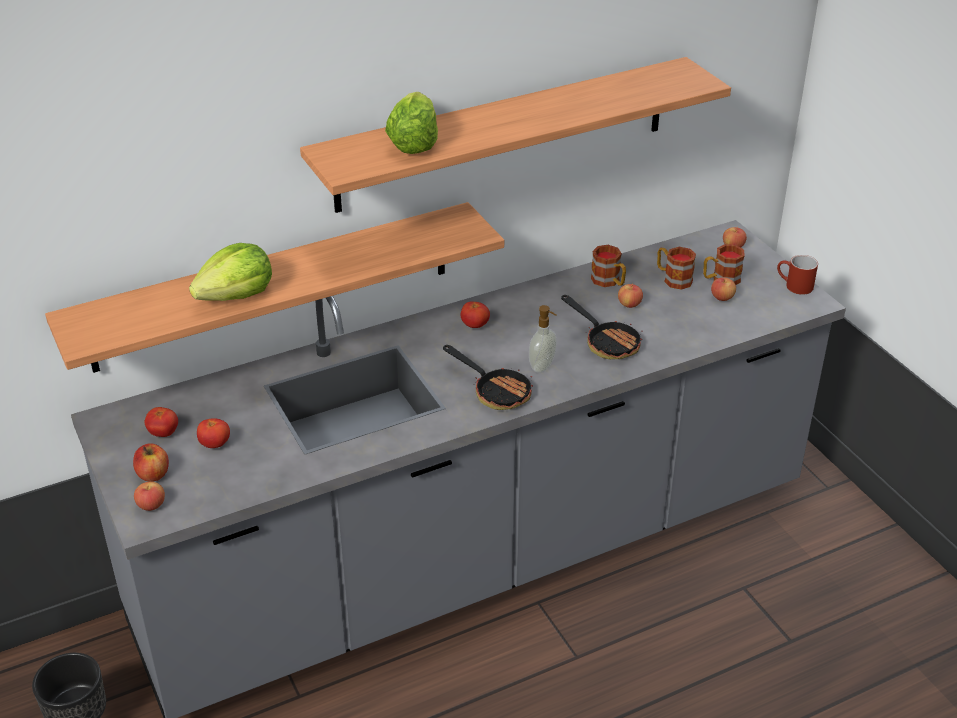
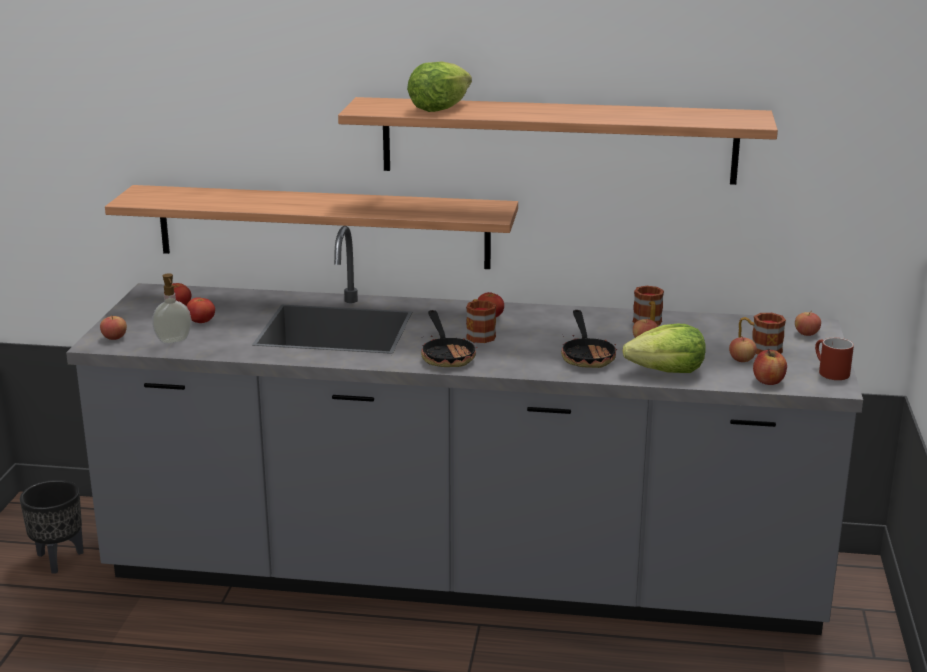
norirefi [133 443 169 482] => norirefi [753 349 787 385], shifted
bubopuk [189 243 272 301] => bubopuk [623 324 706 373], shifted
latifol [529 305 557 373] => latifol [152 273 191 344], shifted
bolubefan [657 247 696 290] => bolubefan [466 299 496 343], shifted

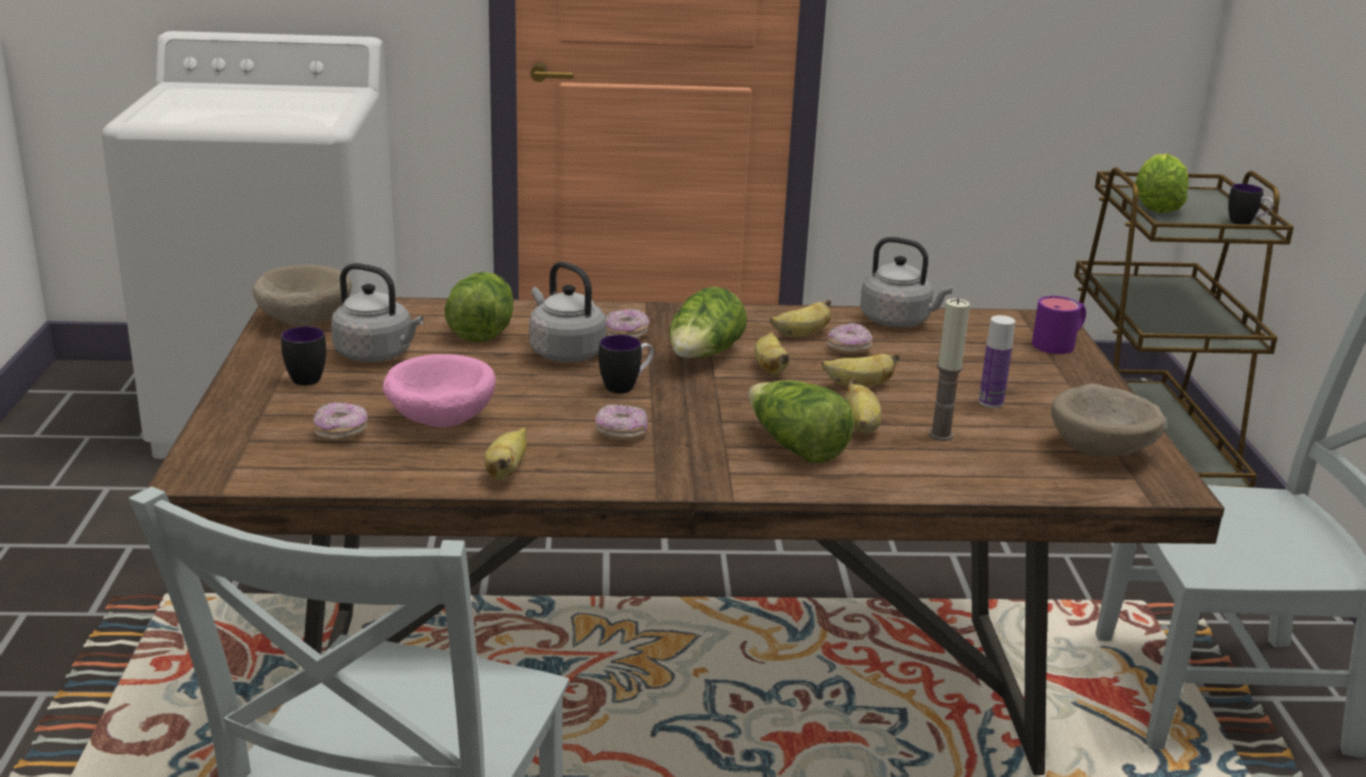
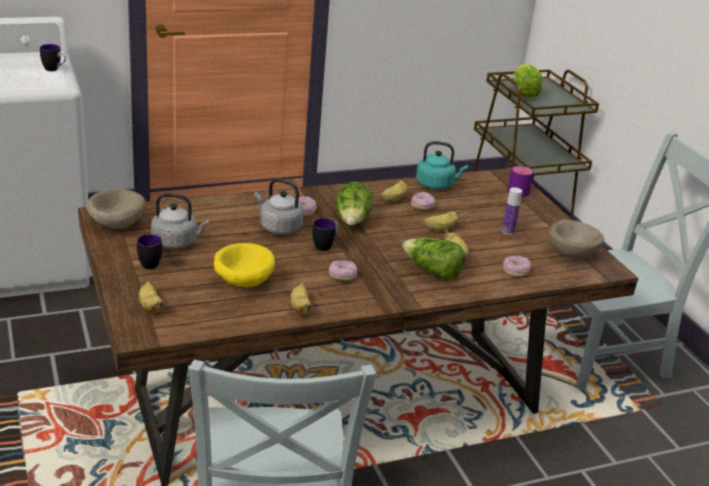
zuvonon [313 402 368 441] => zuvonon [503 256 531 277], shifted
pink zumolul [383 354 496 427] => yellow zumolul [214 243 275 287]
bubopuk [444 272 514 342] => nothing
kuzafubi [755 332 790 375] => kuzafubi [139 281 164 313], shifted
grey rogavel [860 237 953 327] => turquoise rogavel [416 141 468 190]
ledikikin [929 298 970 441] => nothing
bolubefan [1228 184 1274 225] => bolubefan [40 44 66 71], shifted

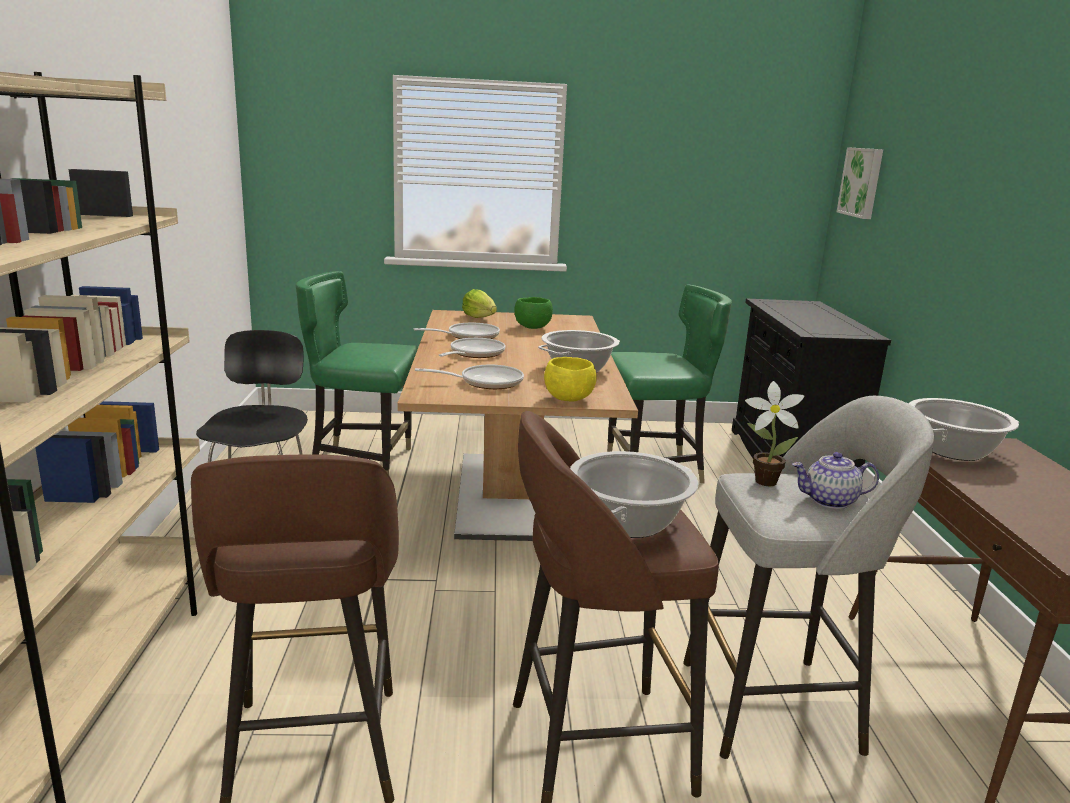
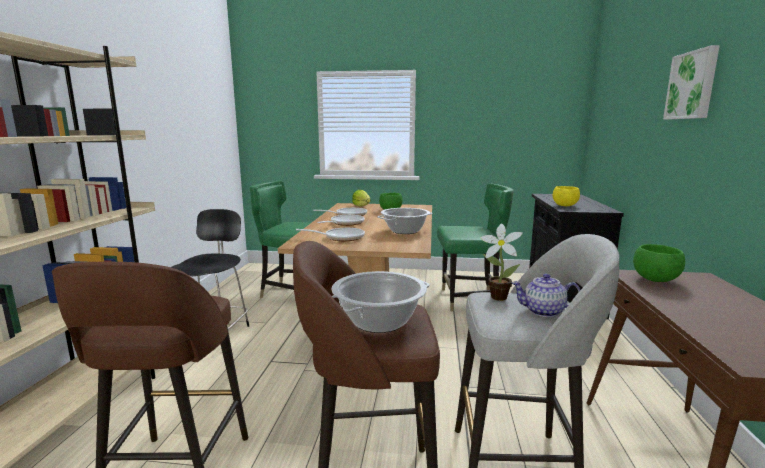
yellow zumolul [544 357 597 402] => yellow zumolul [553 186 580 206], shifted
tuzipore [837 147 883 219] => tuzipore [663 45 720 119], shifted
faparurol [909 398 1019 461] => green zumolul [633 244 685 282]

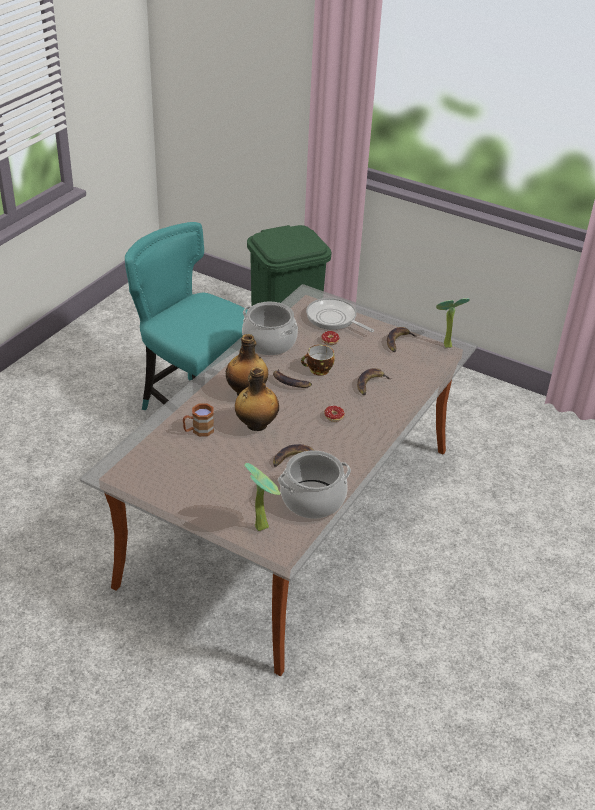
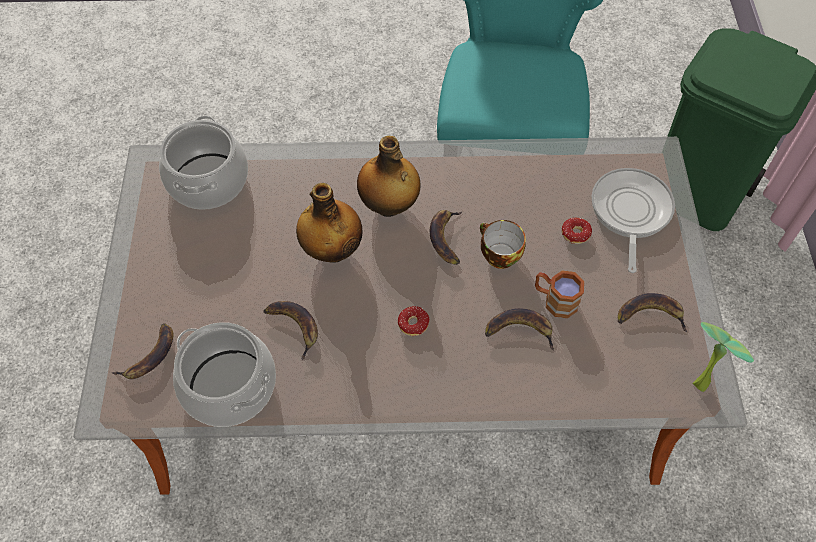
brown bolubefan [183 403 214 436] => brown bolubefan [535 271 584 318], shifted
faparurol [242 302 298 355] => faparurol [159 116 248 210], shifted
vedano [244 463 280 531] => kuzafubi [112 323 174 379]

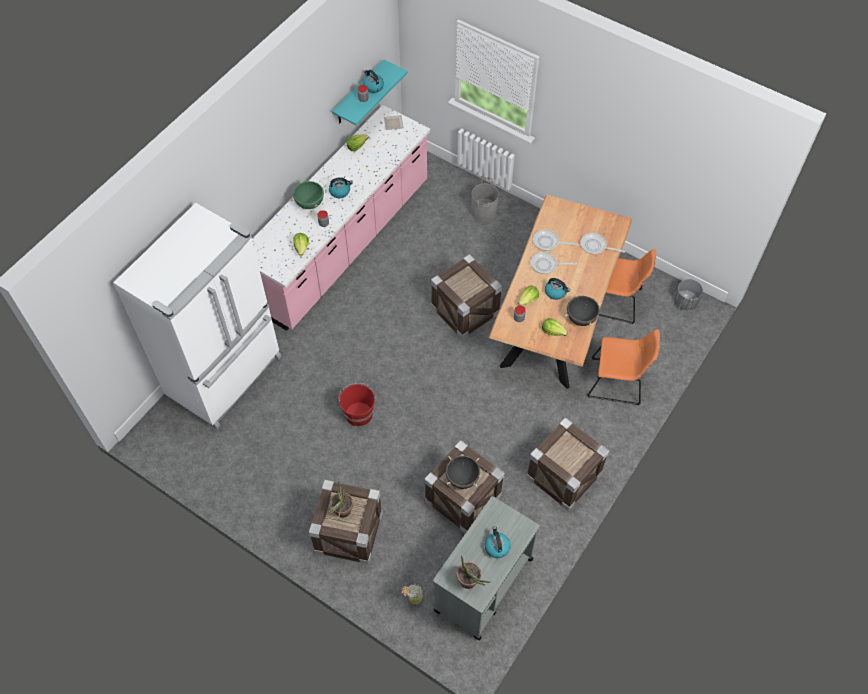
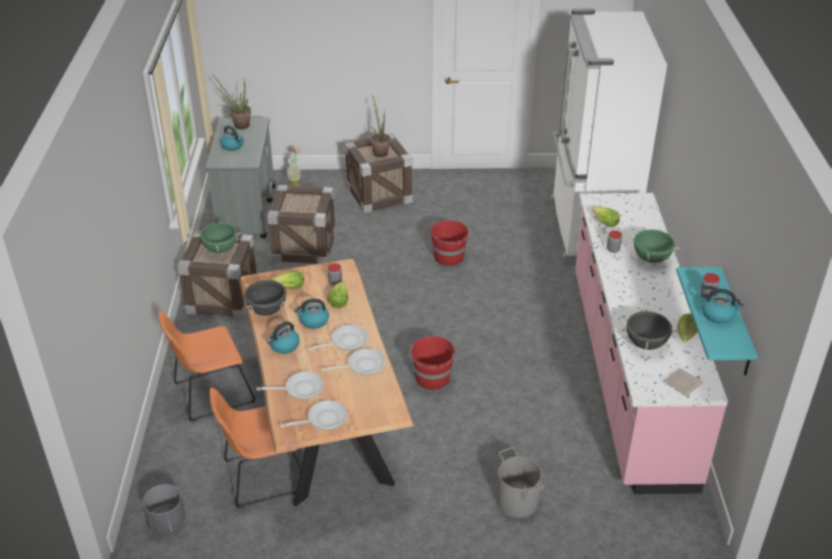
rogavel [329 177 353 198] => rogavel [267 321 300 354], shifted
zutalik [431 254 502 340] => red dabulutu [410 336 455 390]
black faparurol [446 455 480 489] => black faparurol [621 309 678 350], shifted
nothing => green faparurol [195 221 241 253]
nothing => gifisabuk [280 400 348 430]

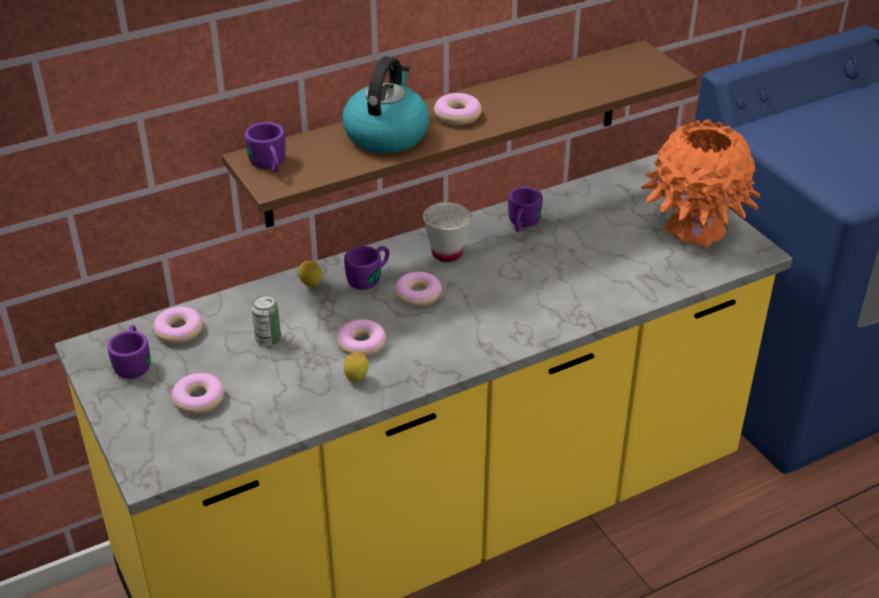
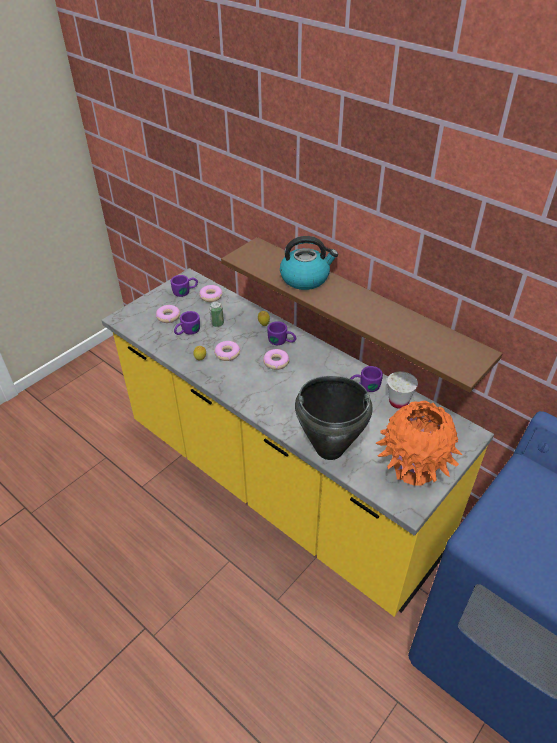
purple bolubefan [245 122 286 173] => purple bolubefan [174 311 200 335], shifted
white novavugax [423 202 471 262] => white novavugax [387 371 418 409], shifted
zuvonon [434 93 482 125] => nothing
nothing => black faparurol [295 376 372 460]

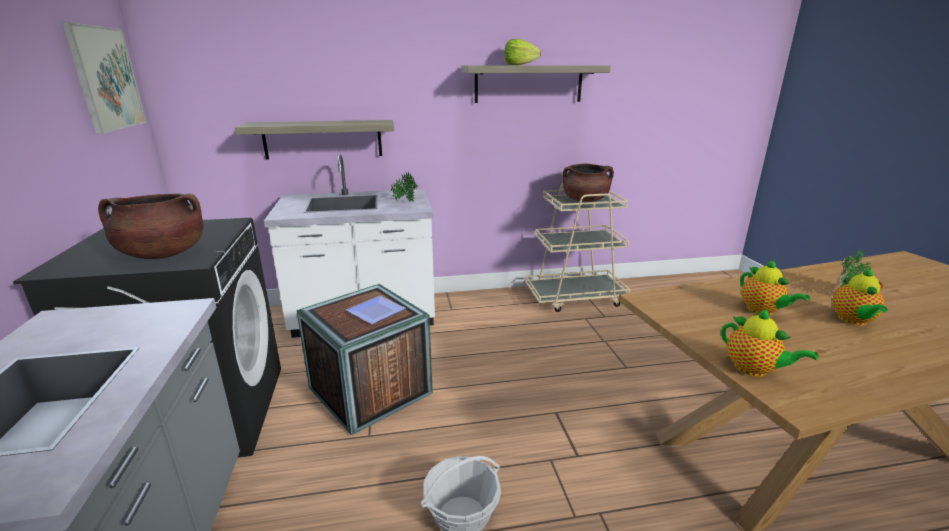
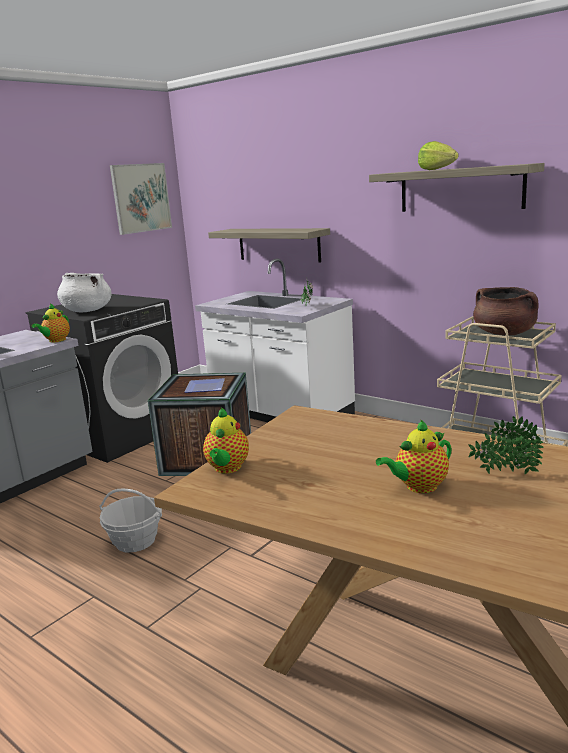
brown faparurol [98 193 204 259] => white faparurol [57 273 111 313]
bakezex [740 259 810 315] => bakezex [32 303 70 342], shifted

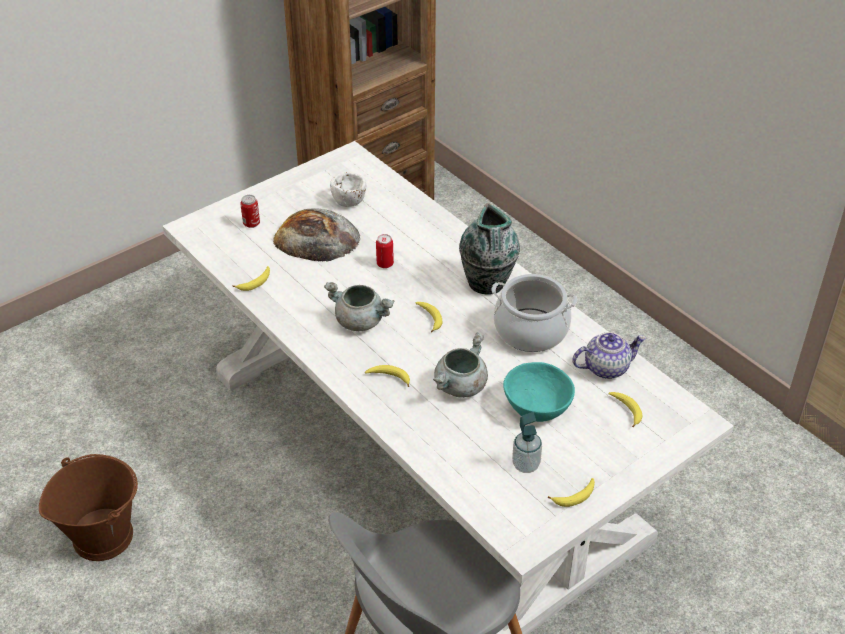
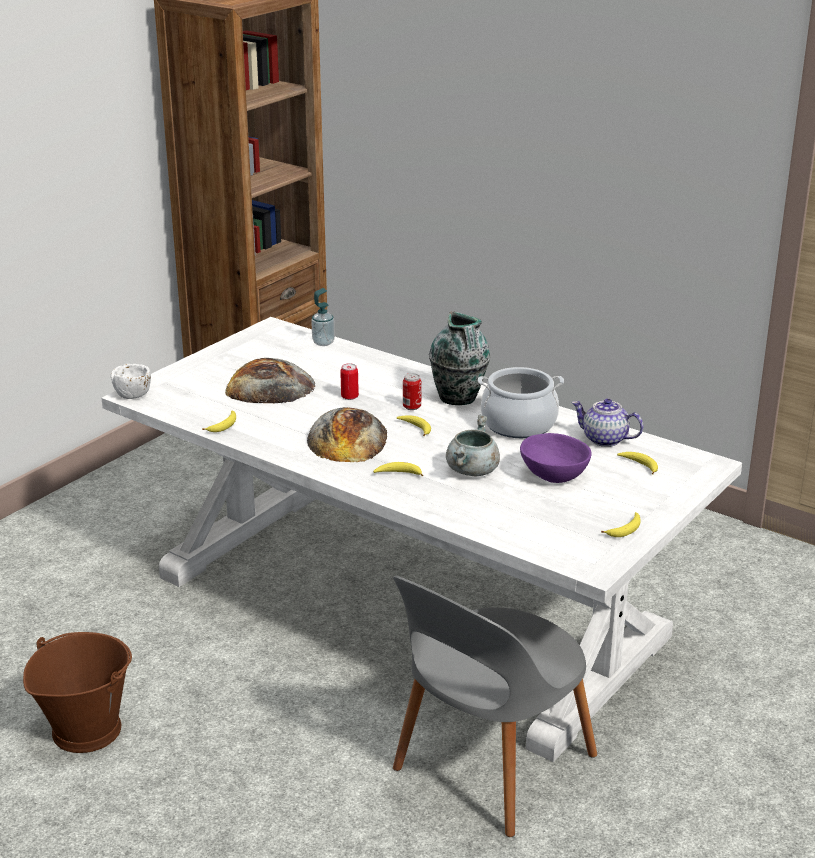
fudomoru [240 195 260 228] => fudomoru [403 373 421 410], shifted
grey faparurol [324 282 394 331] => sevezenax [307 407 387 462]
white zumolul [330 172 366 207] => white zumolul [111 364 151 399], shifted
turquoise zumolul [503 362 575 422] => purple zumolul [520 433 592 483]
latifol [512 412 542 473] => latifol [311 288 335 346], shifted
bakezex [572 332 646 379] => bakezex [571 398 644 447], 120 degrees counterclockwise

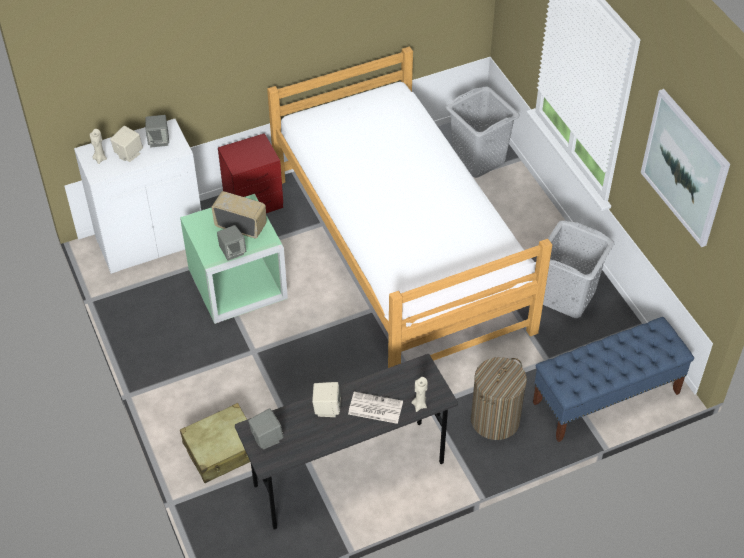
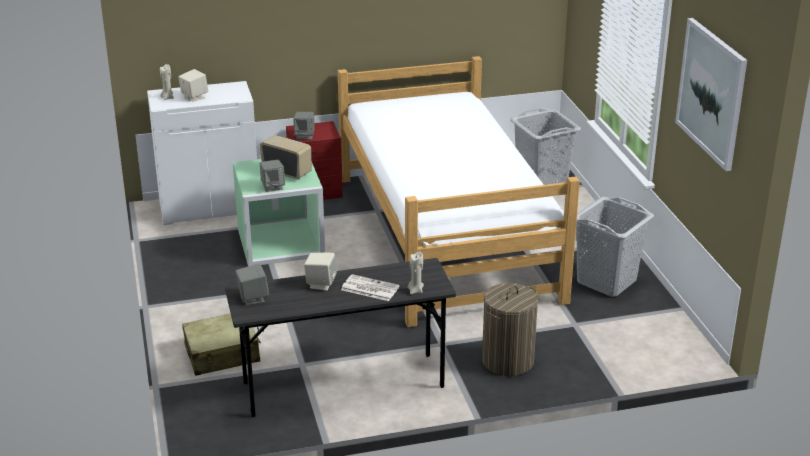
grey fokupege [145 115 169 147] => grey fokupege [293 112 315 140], shifted
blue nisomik [533 317 694 442] => nothing

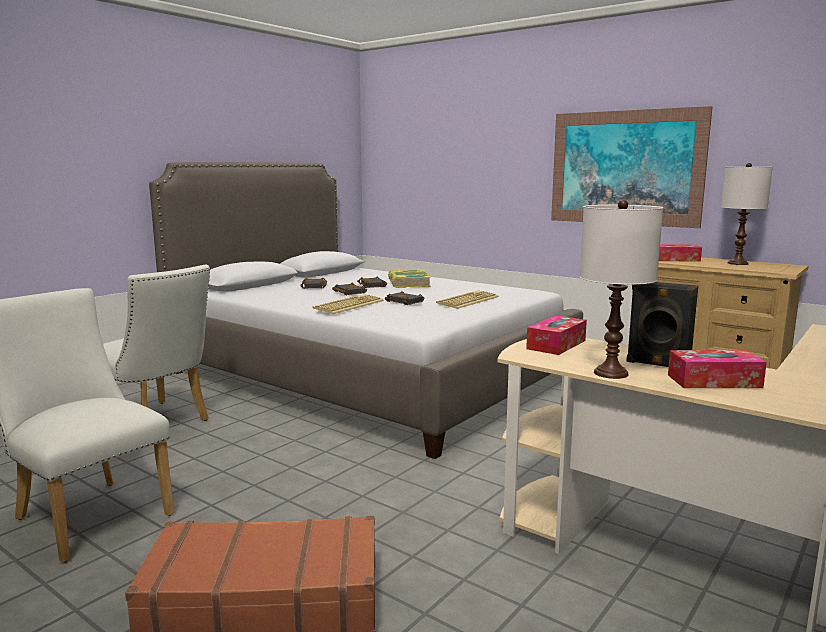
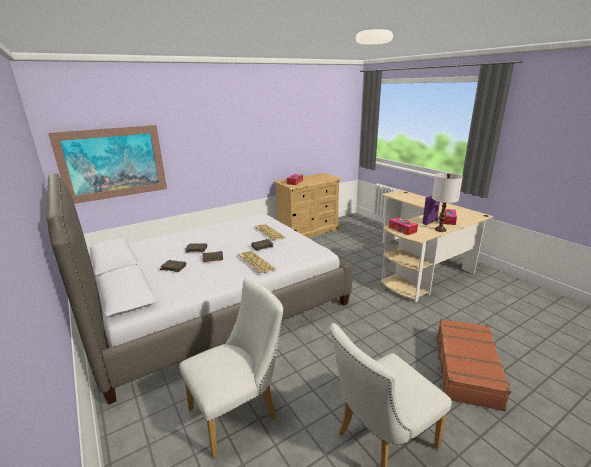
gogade [388 270 431 288] => nothing
tuzipore [551 106 713 228] => tuzipore [48 125 167 204], shifted
black fokupege [626 282 698 367] => purple fokupege [422 196 440 225]
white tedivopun [721 163 773 265] => nothing

